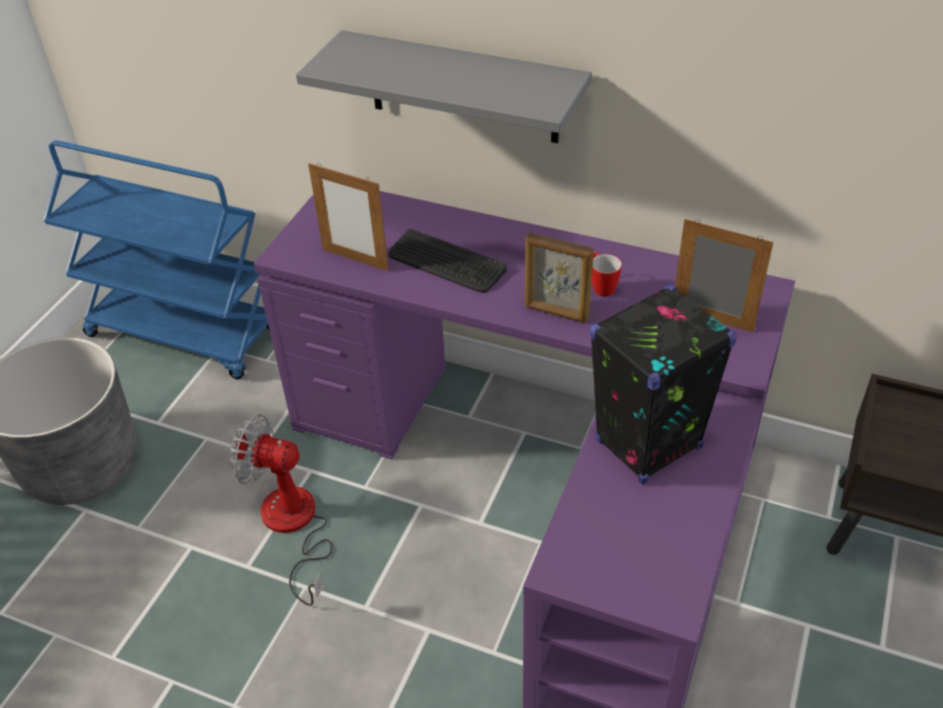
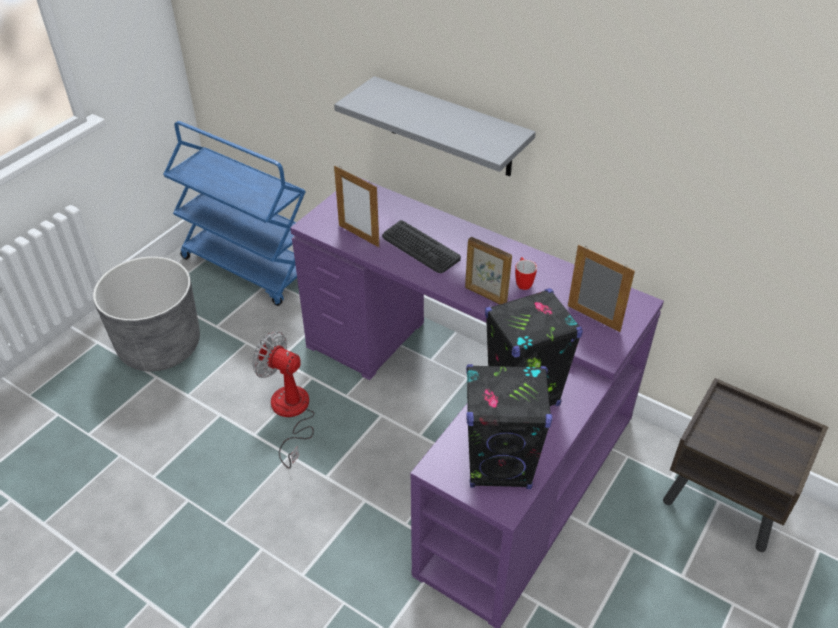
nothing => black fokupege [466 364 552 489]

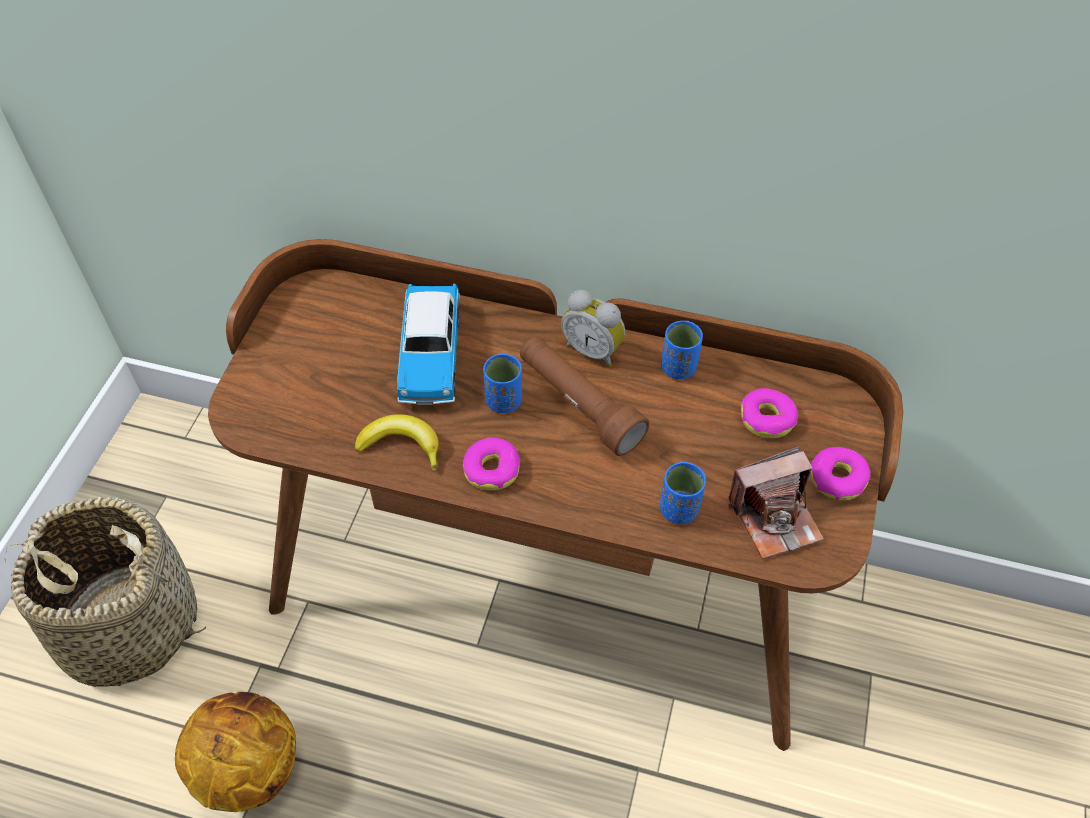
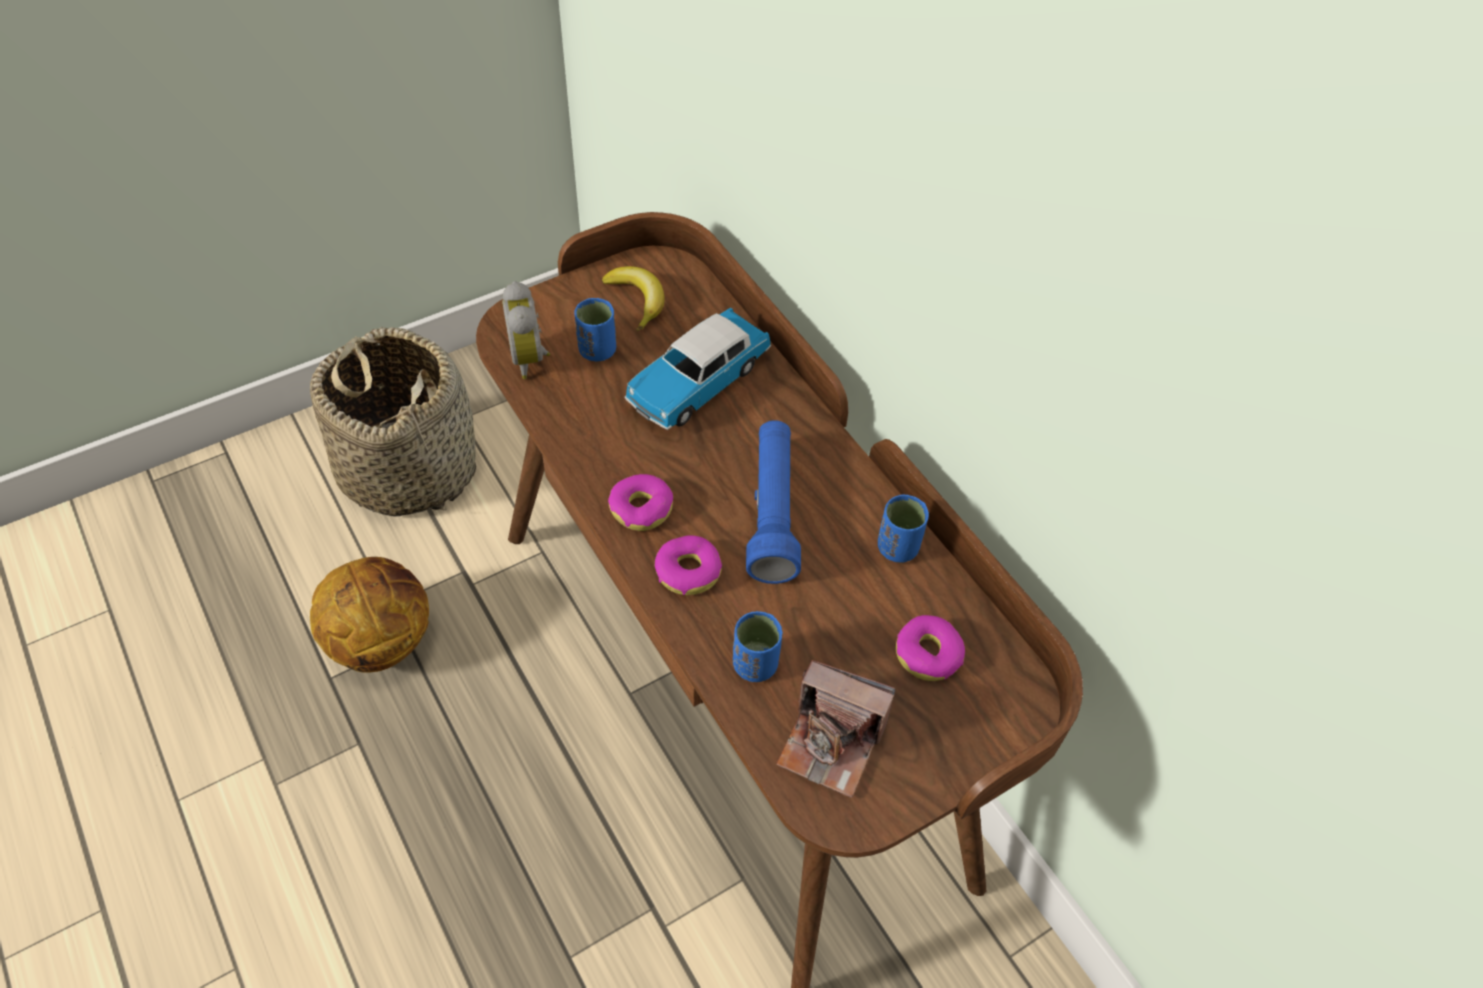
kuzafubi [355 414 439 472] => kuzafubi [602 266 665 332], shifted
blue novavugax [483 353 522 413] => blue novavugax [574 298 616 361], shifted
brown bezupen [520 336 649 456] => blue bezupen [746 420 801 584]
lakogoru [561 290 625 368] => lakogoru [502 281 550 379], shifted
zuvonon [810 447 871 500] => zuvonon [655 535 722 595], shifted

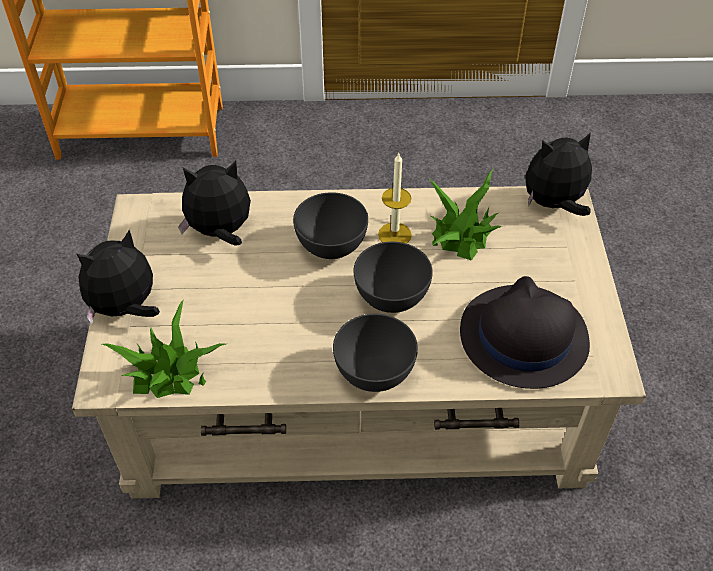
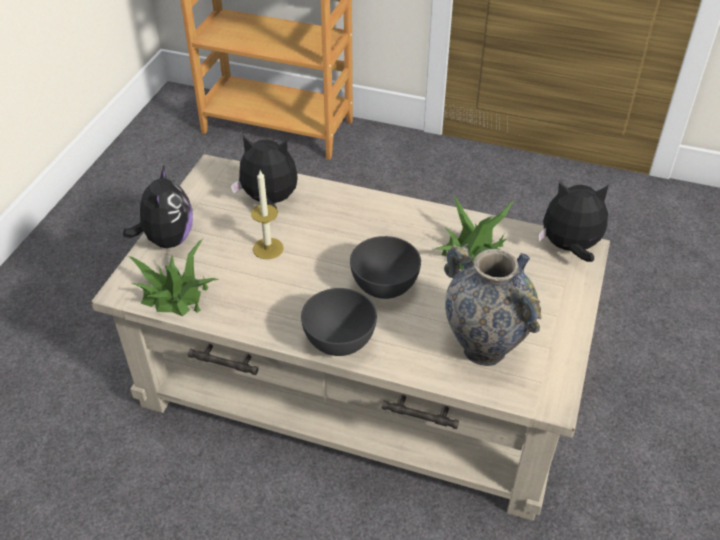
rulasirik [77 229 160 324] => rulasirik [123 164 193 248], 105 degrees clockwise
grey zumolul [293 192 368 259] => nothing
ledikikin [378 153 412 244] => ledikikin [251 171 284 259], shifted
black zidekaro [460 276 590 389] => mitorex [444 244 542 366]

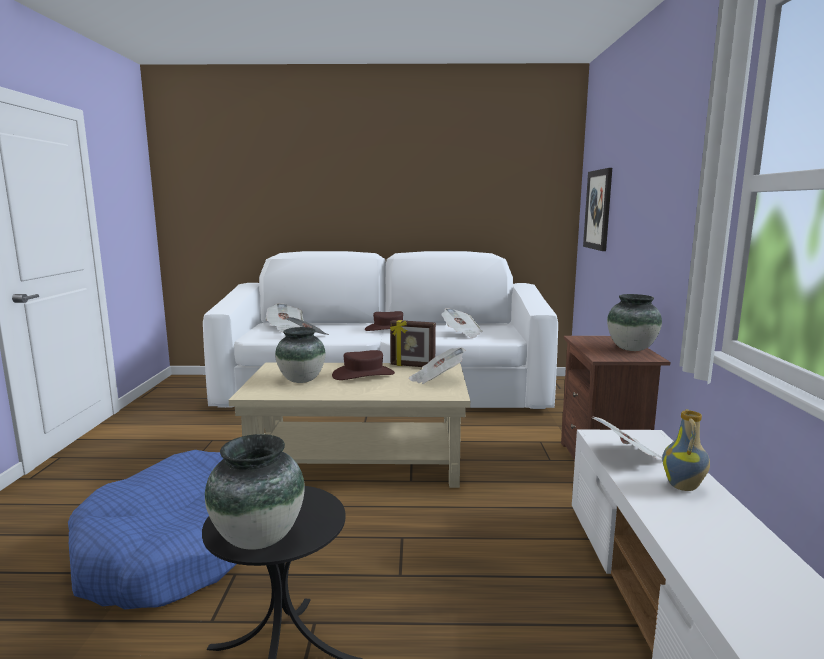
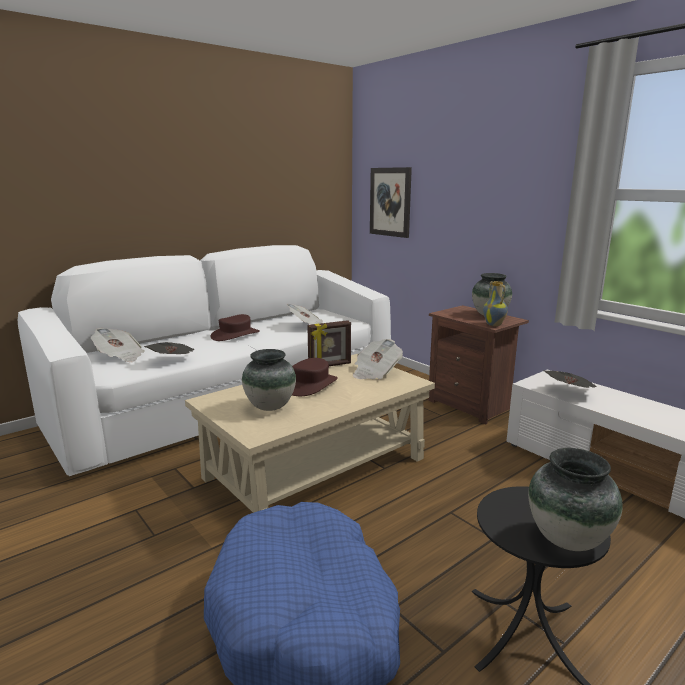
mitorex [662 409 710 491] => mitorex [483 281 508 326], shifted

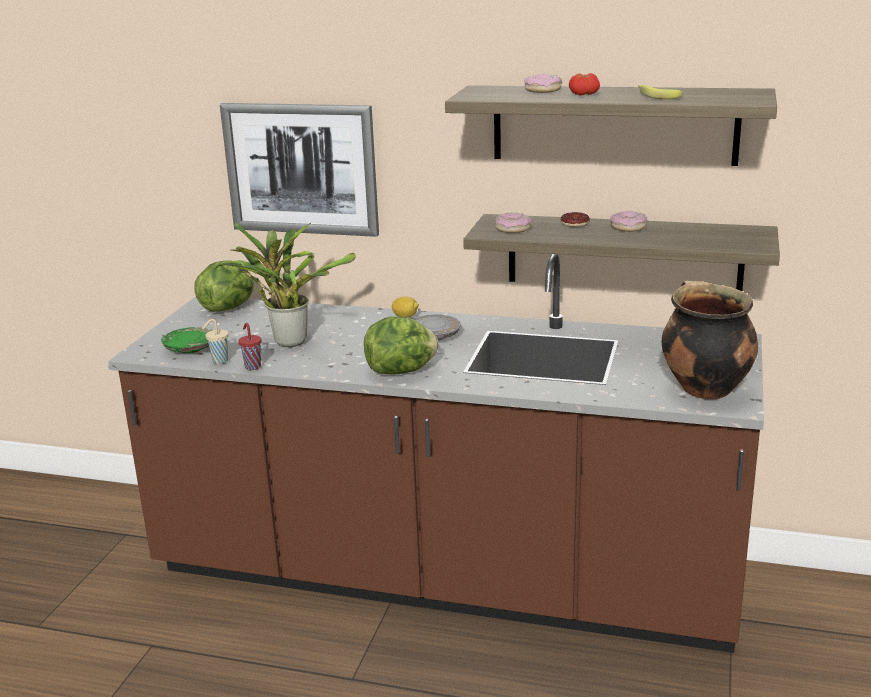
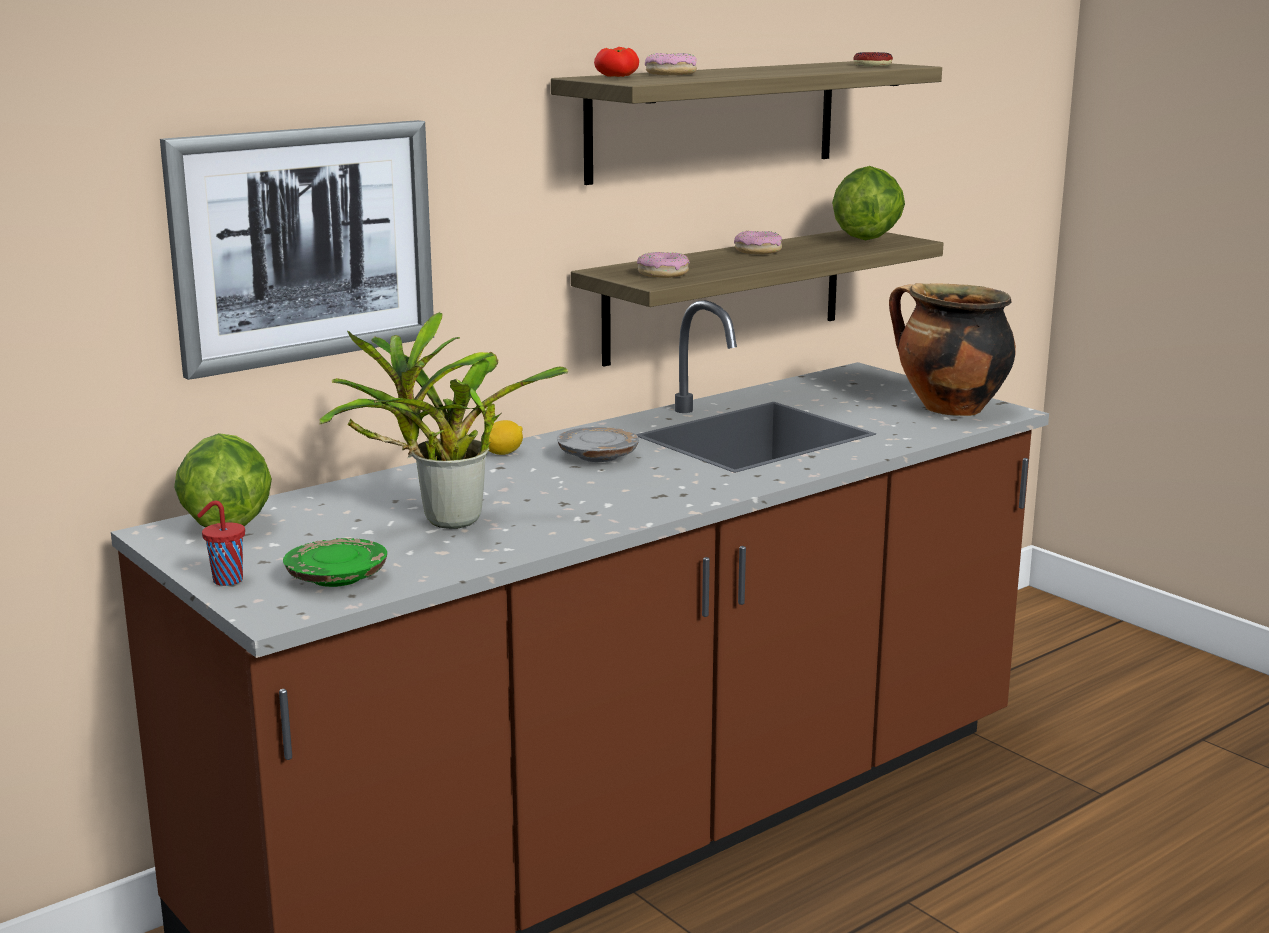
beige novavugax [202 319 229 364] => nothing
red novavugax [238 323 262 370] => red novavugax [197 501 245 586], shifted
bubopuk [364 316 439 374] => bubopuk [832 166 905 240], shifted
zuvonon [561 212 590 227] => zuvonon [853 52 893 67], shifted
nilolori [569 73 600 96] => nilolori [594 47 639 77], shifted
kuzafubi [638 85 683 99] => nothing

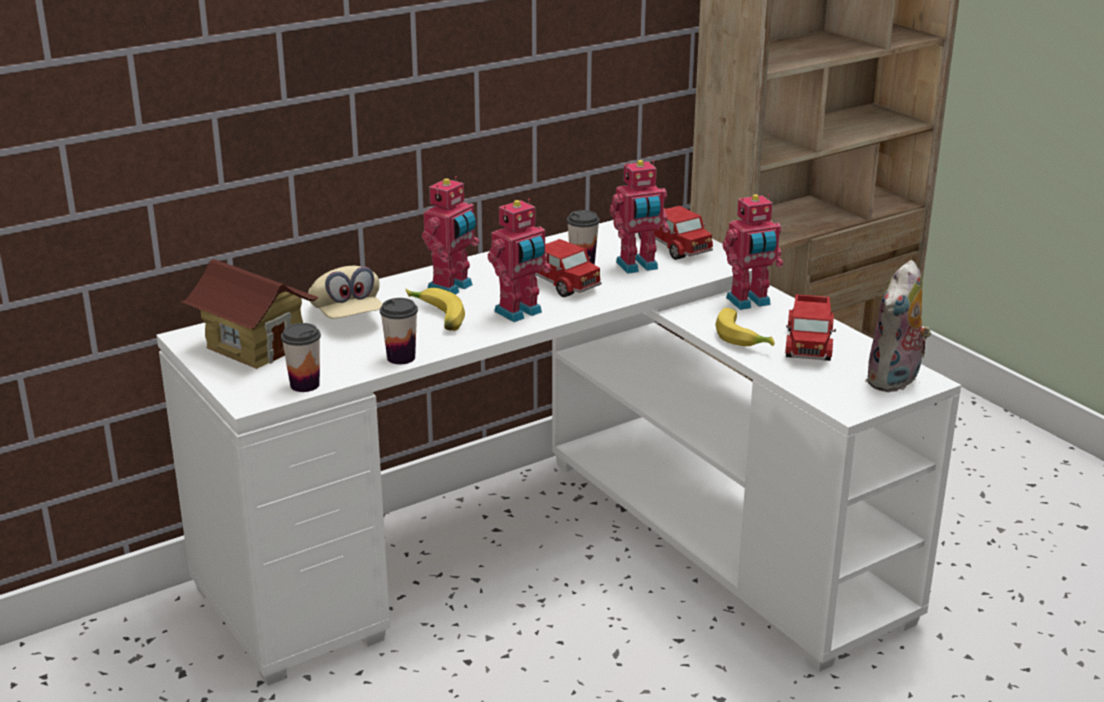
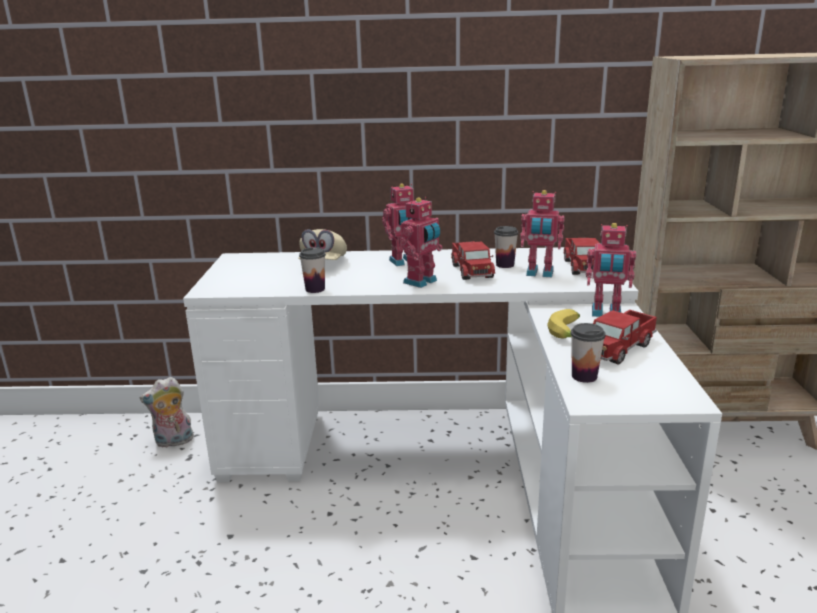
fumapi [181 259 319 369] => nothing
novavugax [281 323 321 392] => novavugax [571 323 606 383], shifted
kuzafubi [406 288 465 331] => nothing
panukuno [488 199 551 322] => panukuno [399 197 443 288], 45 degrees counterclockwise
rulasirik [865 260 931 392] => rulasirik [140 377 194 448], shifted

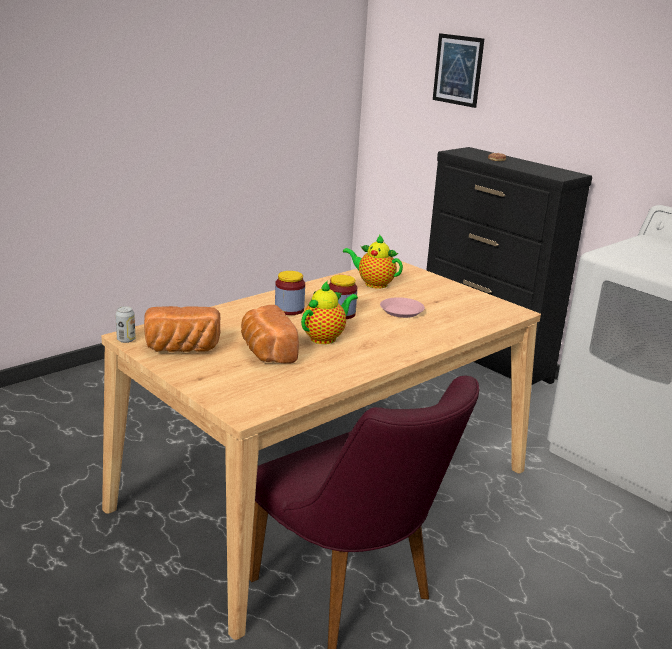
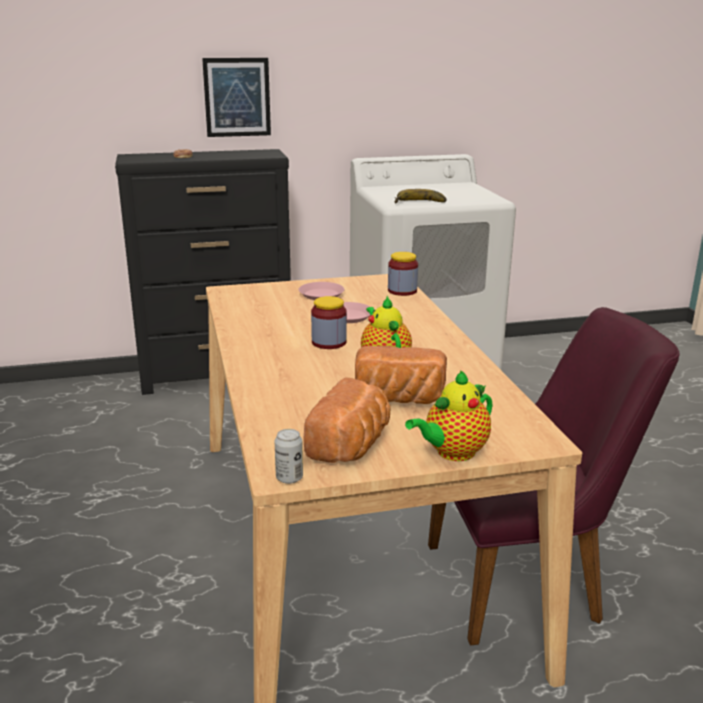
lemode [275 271 305 315] => lemode [388 252 418 296], shifted
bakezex [343 234 403 289] => bakezex [405 370 492 461], shifted
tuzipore [433 33 484 108] => tuzipore [202 58 271 137], shifted
nothing => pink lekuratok [298 282 344 300]
nothing => kuzafubi [395 189 447 203]

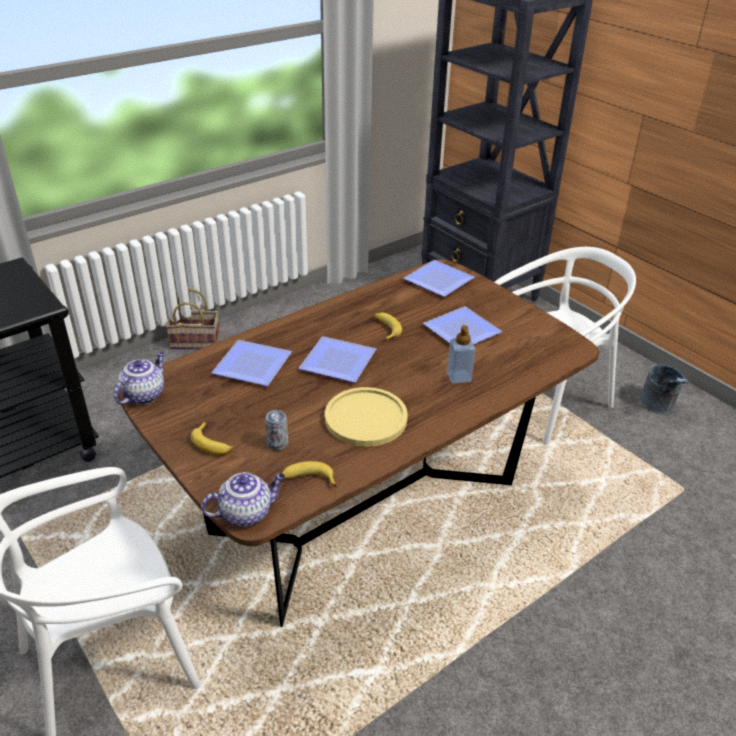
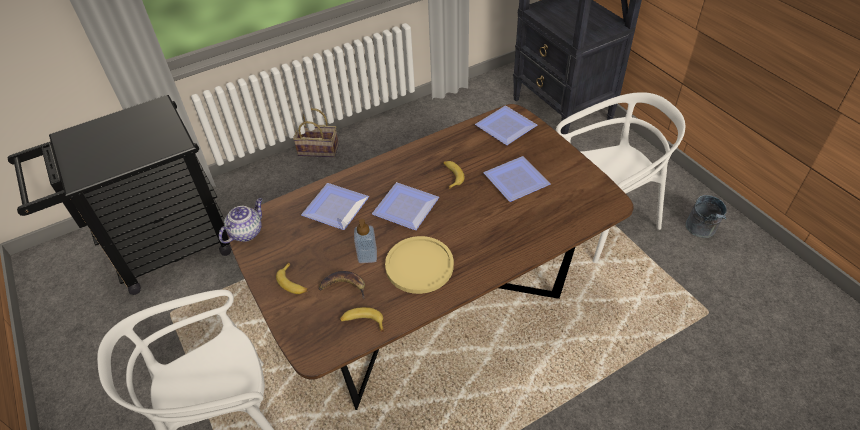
bakezex [201 472 285 527] => nothing
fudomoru [265 410 288 451] => kuzafubi [318 271 365 299]
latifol [447 325 476 384] => latifol [354 219 377 263], shifted

